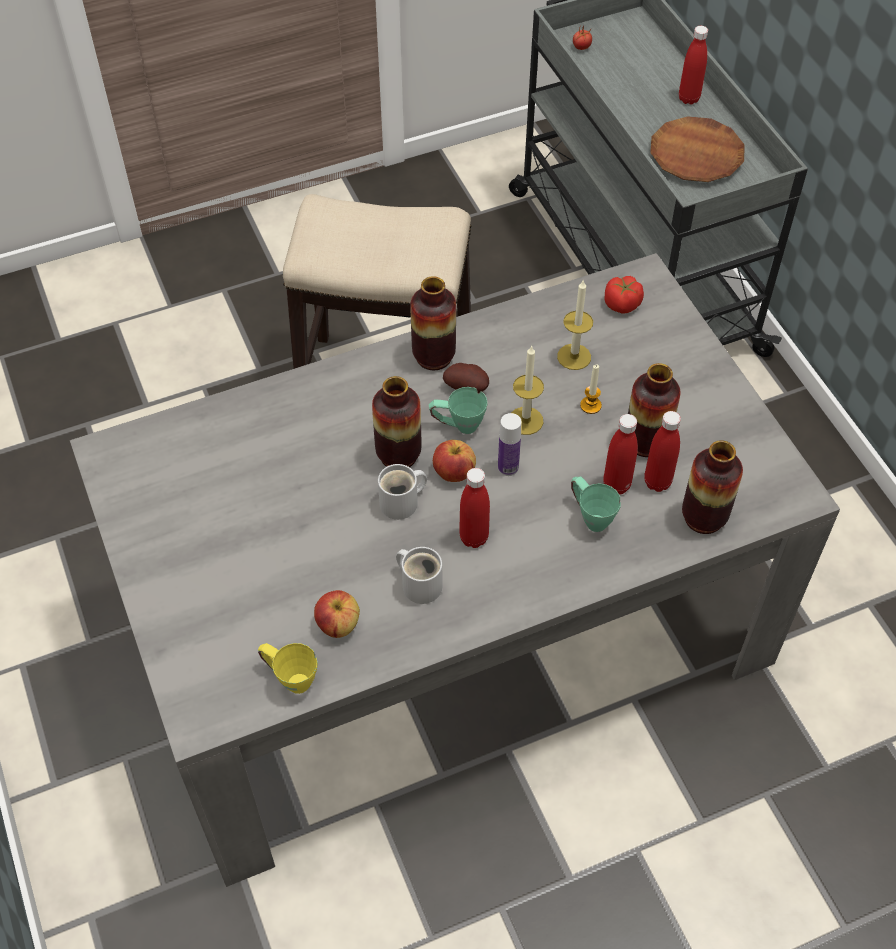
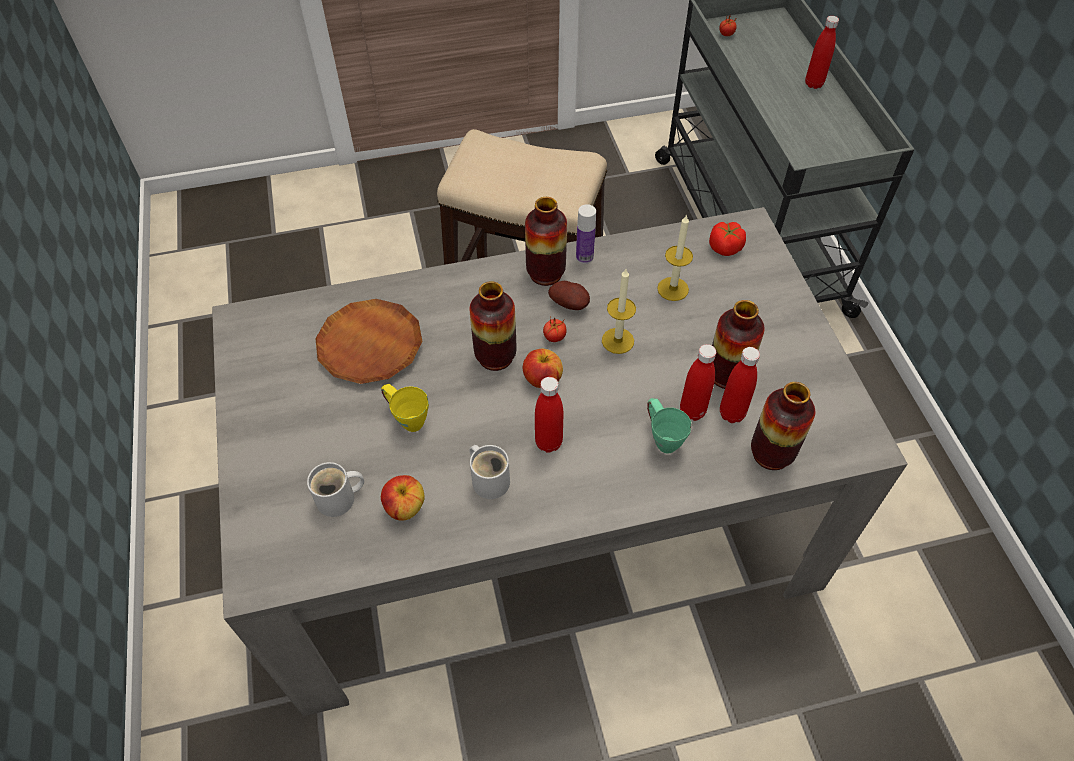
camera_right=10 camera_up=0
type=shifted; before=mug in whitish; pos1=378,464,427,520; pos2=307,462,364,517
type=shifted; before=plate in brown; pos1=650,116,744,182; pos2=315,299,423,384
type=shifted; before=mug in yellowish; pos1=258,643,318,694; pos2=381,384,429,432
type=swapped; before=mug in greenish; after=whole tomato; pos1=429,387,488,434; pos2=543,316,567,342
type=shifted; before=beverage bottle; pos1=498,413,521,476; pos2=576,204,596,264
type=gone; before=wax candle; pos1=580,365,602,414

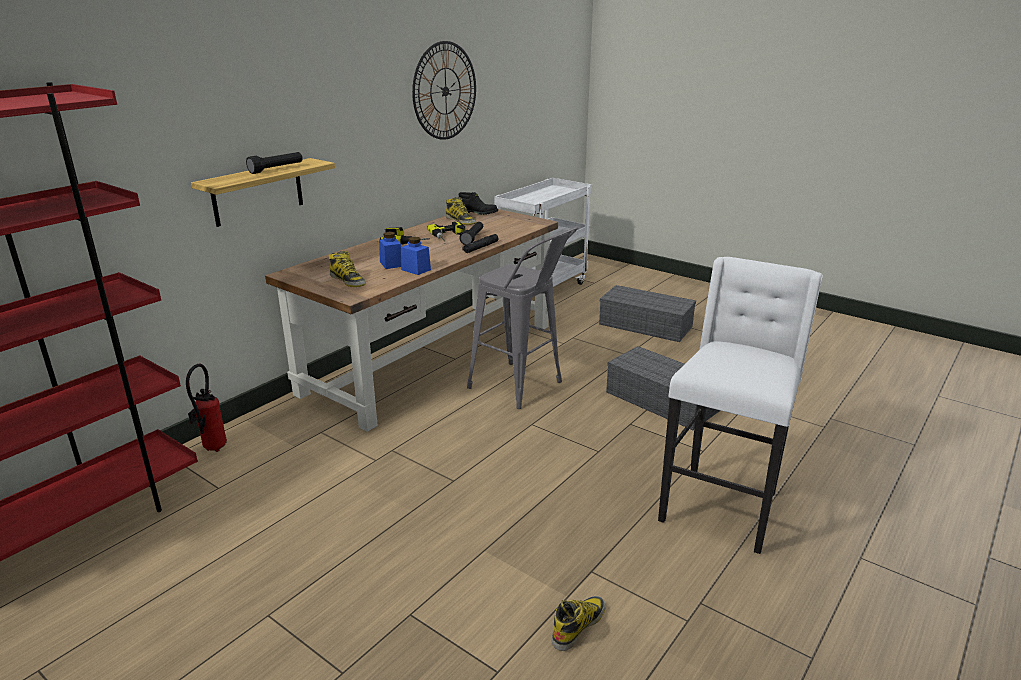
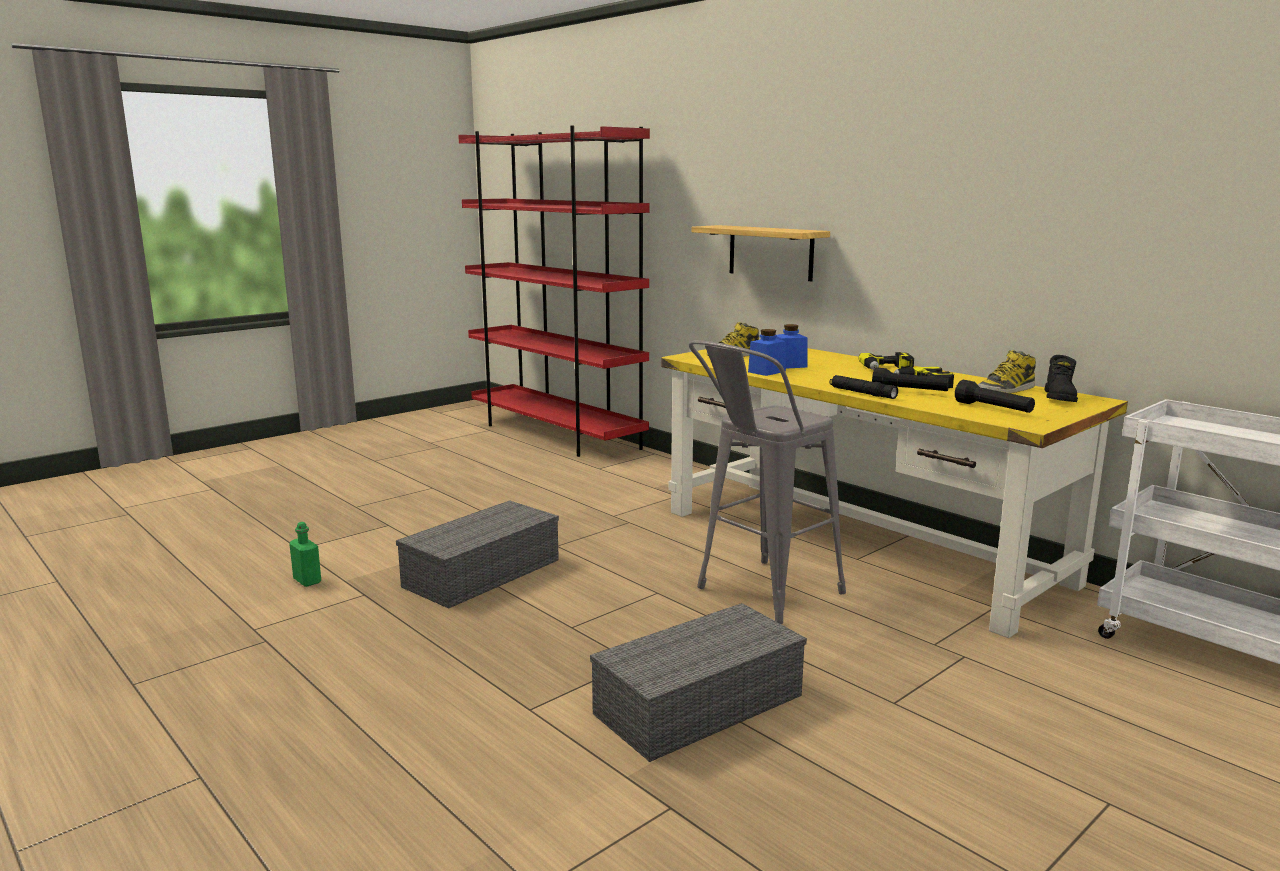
camera_right=100 camera_up=-10
type=swapped; before=high-top boot; after=beverage bottle in greenish; pos1=552,596,606,651; pos2=289,522,321,587
type=shifted; before=storage box in gray; pos1=599,285,696,342; pos2=396,500,559,609
type=repainted; before=desk unit in brown; after=desk unit in yellowish; pos1=265,209,558,432; pos2=661,348,1128,638
type=shifted; before=torch in black; pos1=246,152,303,174; pos2=955,380,1035,413
type=gone; before=fire-fighting cylinder; pos1=186,364,227,452
type=gone; before=wall clock; pos1=412,41,476,140
type=gone; before=sitting stool in whitish; pos1=658,257,823,554

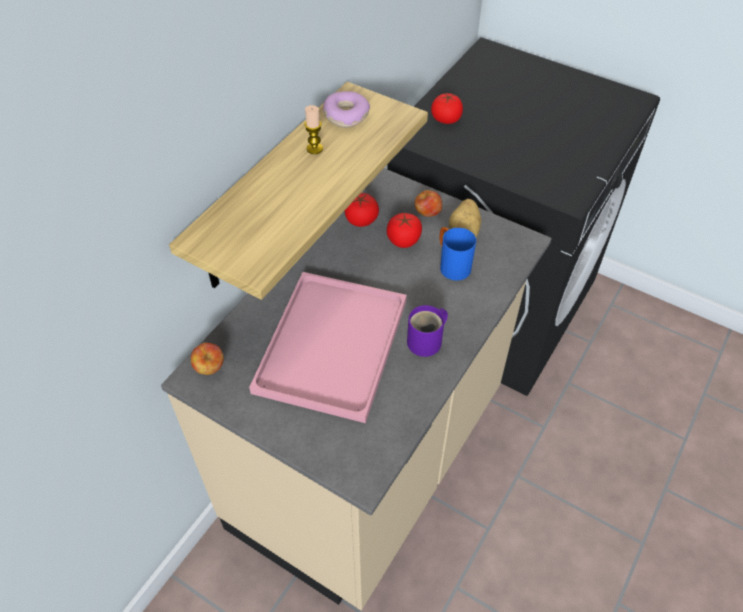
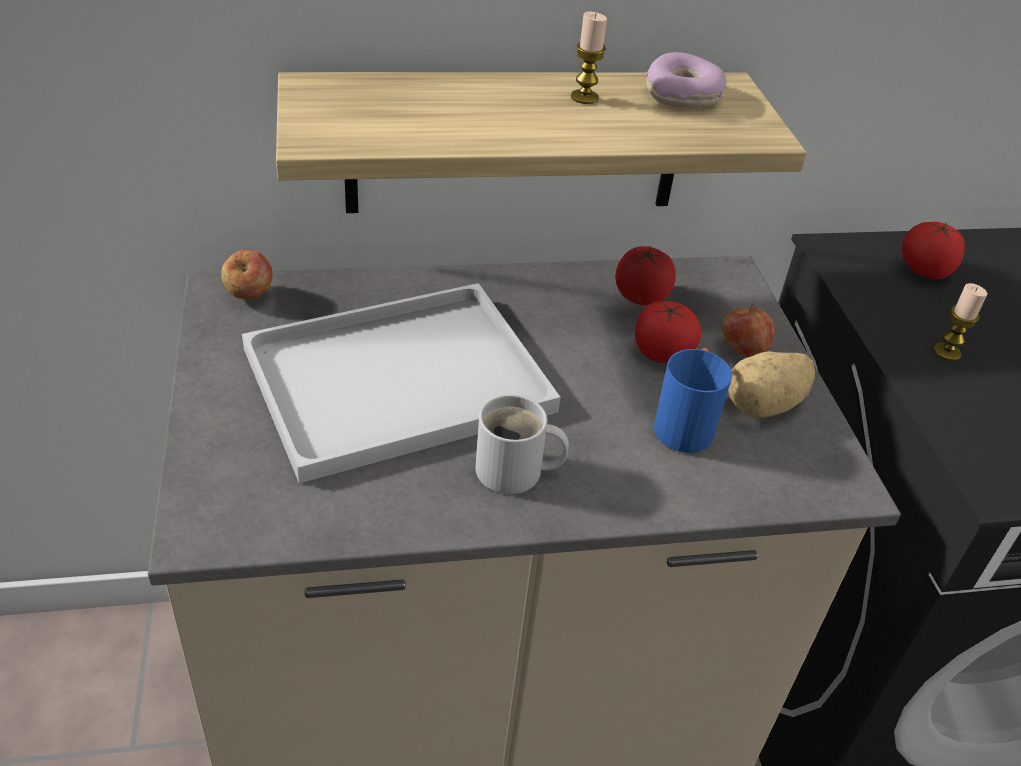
camera_right=45 camera_up=-10
type=repainted; before=carrying tray in pink-coloured; after=carrying tray in whitish; pos1=249,272,407,423; pos2=242,283,561,483
type=repainted; before=mug in purplish; after=mug in whitish; pos1=407,305,448,357; pos2=475,394,569,494
type=new; after=wax candle; pos2=933,283,987,361

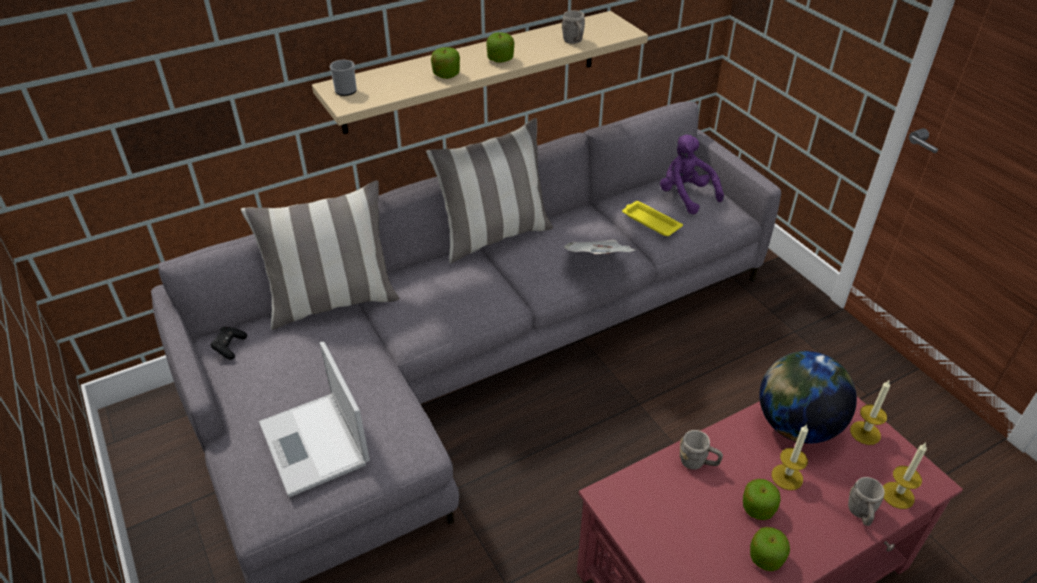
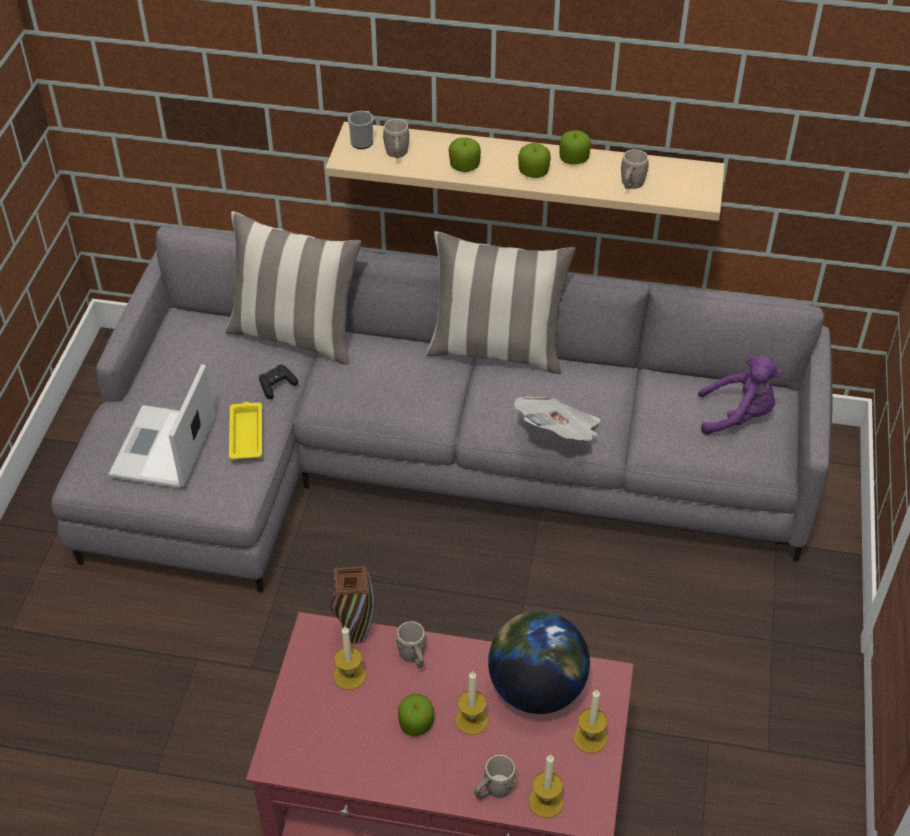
camera_right=40 camera_up=5
type=shifted; before=carrying tray in yellowish; pos1=622,201,683,236; pos2=229,402,262,459
type=shifted; before=joypad in black; pos1=211,326,247,360; pos2=259,364,298,399
type=new; after=flower vase in brown; pos2=331,566,375,644
type=new; after=wax candle; pos2=334,626,366,690
type=new; after=mug in gray; pos2=383,119,410,158
type=shifted; before=apple; pos1=750,527,790,571; pos2=559,130,591,164
type=rotated; before=cuddly toy in purplish; pos1=660,135,724,214; pos2=698,356,782,435; turn=90

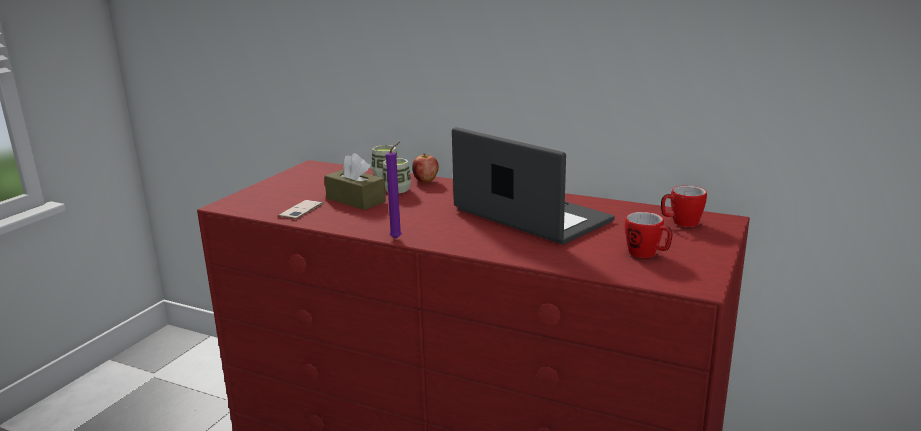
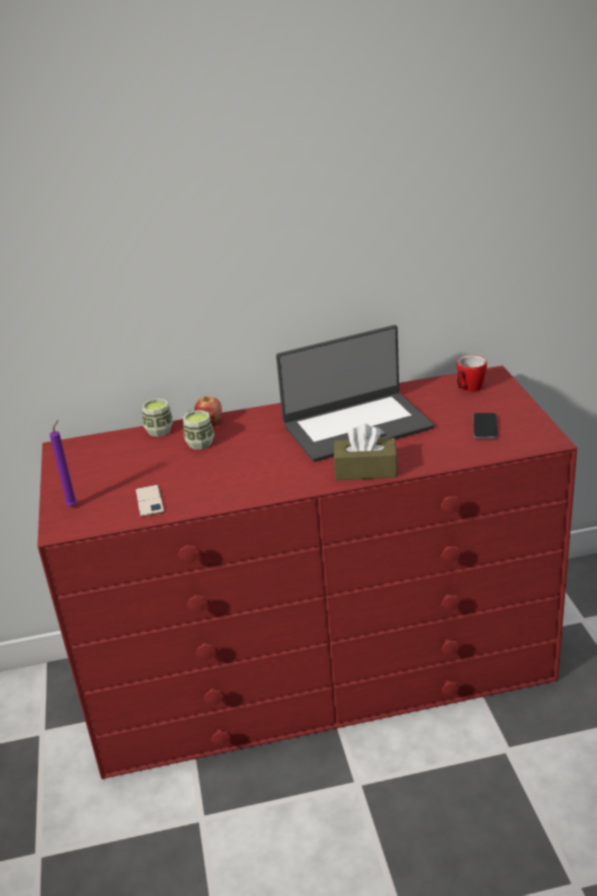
camera_right=-35 camera_up=10
type=shifted; before=wax candle in purplish; pos1=386,142,402,239; pos2=50,420,77,507
type=rotated; before=laptop; pos1=452,127,615,244; pos2=276,325,434,462; turn=150
type=shifted; before=tissue box in brown; pos1=324,153,386,210; pos2=334,424,398,480
type=swapped; before=mug; after=handset; pos1=624,212,673,258; pos2=473,413,498,439

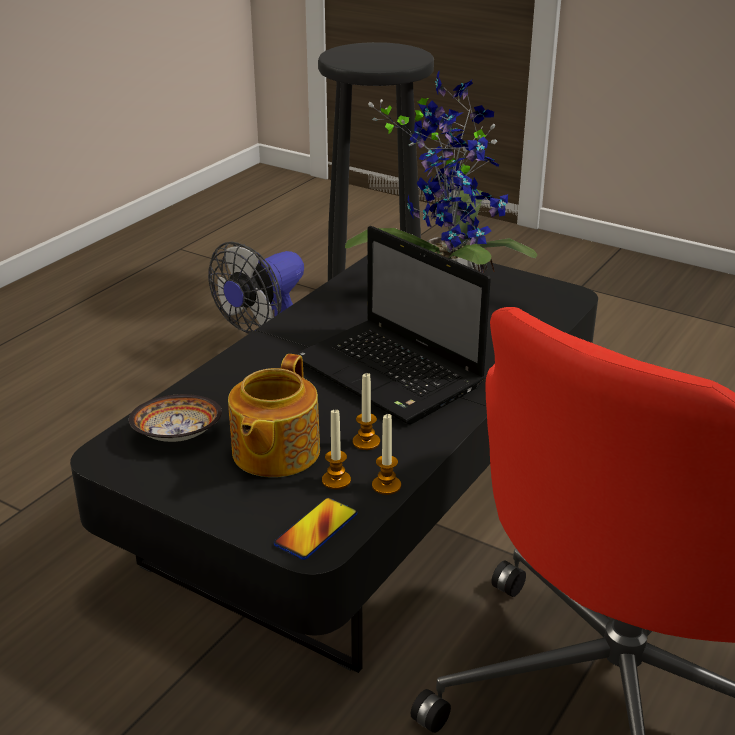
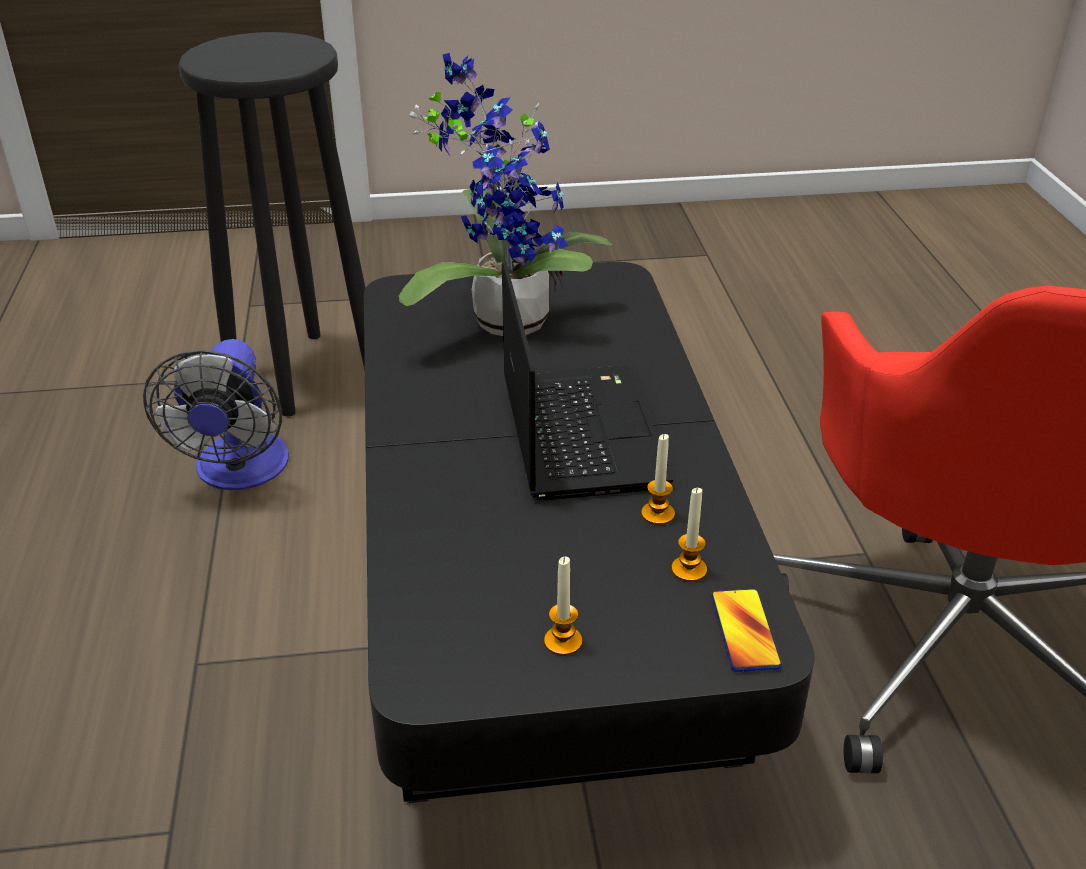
camera_right=-40 camera_up=5
type=rotated; before=laptop; pos1=295,226,491,424; pos2=502,261,673,500; turn=-105
type=shifted; before=wax candle; pos1=372,413,401,495; pos2=544,557,582,656
type=gone; before=bowl; pos1=129,394,222,442
type=gone; before=teapot; pos1=228,354,320,477

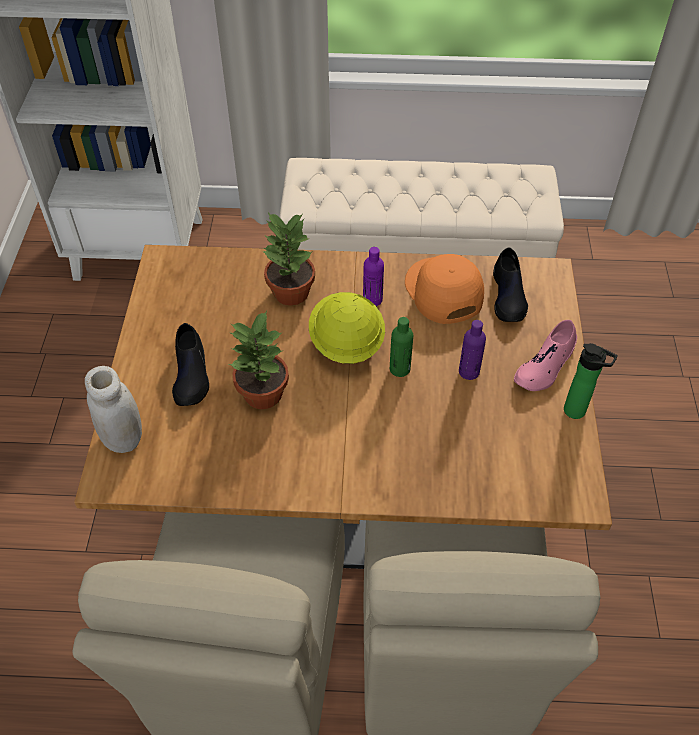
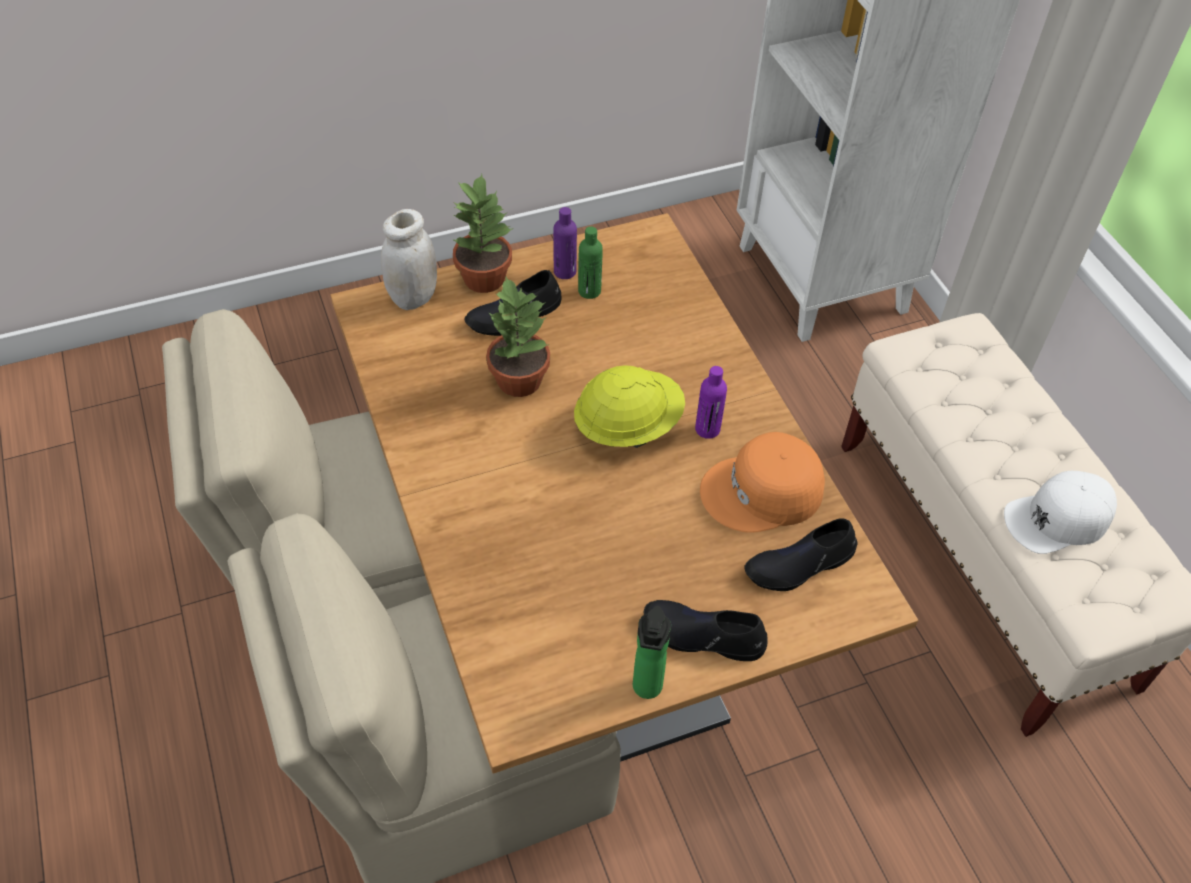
camera_right=65 camera_up=0
type=shifted; before=potted plant; pos1=262,213,315,306; pos2=452,174,514,293
type=shifted; before=beverage bottle in purplish; pos1=459,320,486,380; pos2=553,207,577,279
type=shifted; before=beverage bottle in greenish; pos1=390,317,413,377; pos2=578,226,603,299
type=repainted; before=shoe in pink-coloured; after=shoe in black; pos1=514,319,577,391; pos2=644,600,767,661
type=rotated; before=peaked cap in orange; pos1=405,254,484,324; pos2=700,432,825,533; turn=-150
type=new; after=peaked cap in whitish; pos2=1004,471,1117,554

